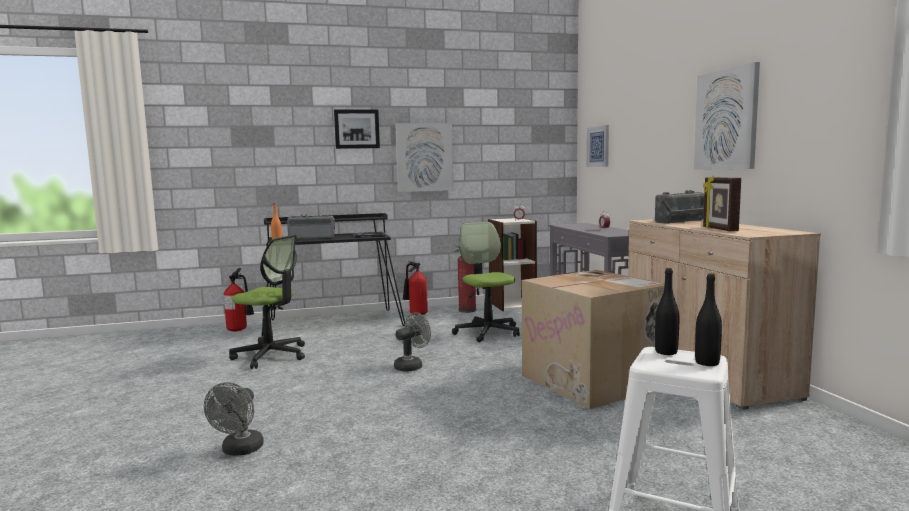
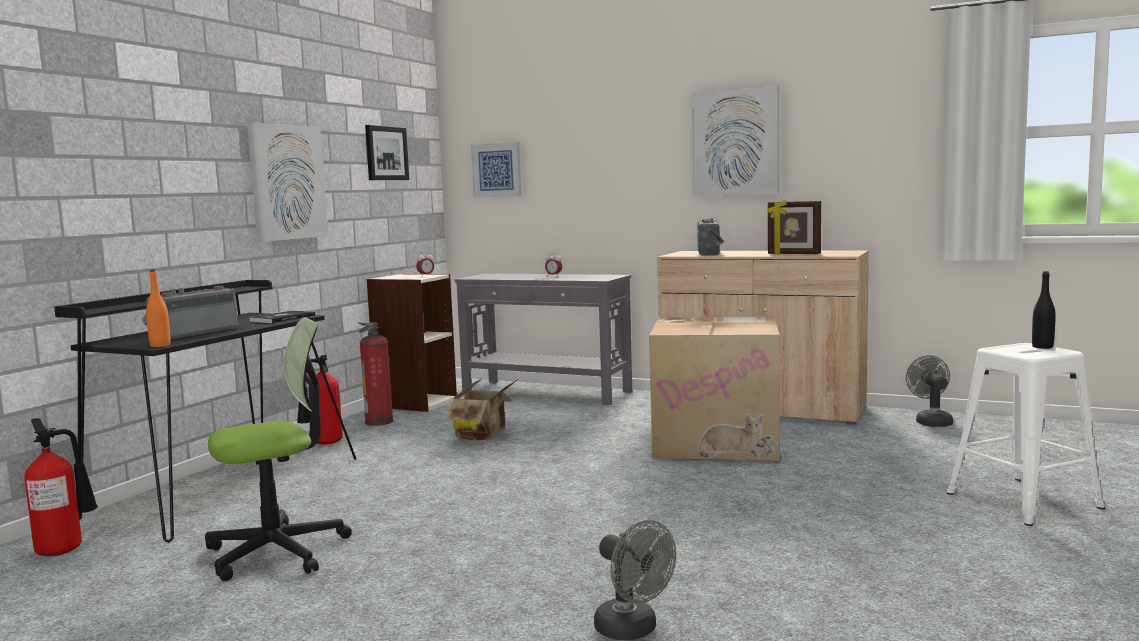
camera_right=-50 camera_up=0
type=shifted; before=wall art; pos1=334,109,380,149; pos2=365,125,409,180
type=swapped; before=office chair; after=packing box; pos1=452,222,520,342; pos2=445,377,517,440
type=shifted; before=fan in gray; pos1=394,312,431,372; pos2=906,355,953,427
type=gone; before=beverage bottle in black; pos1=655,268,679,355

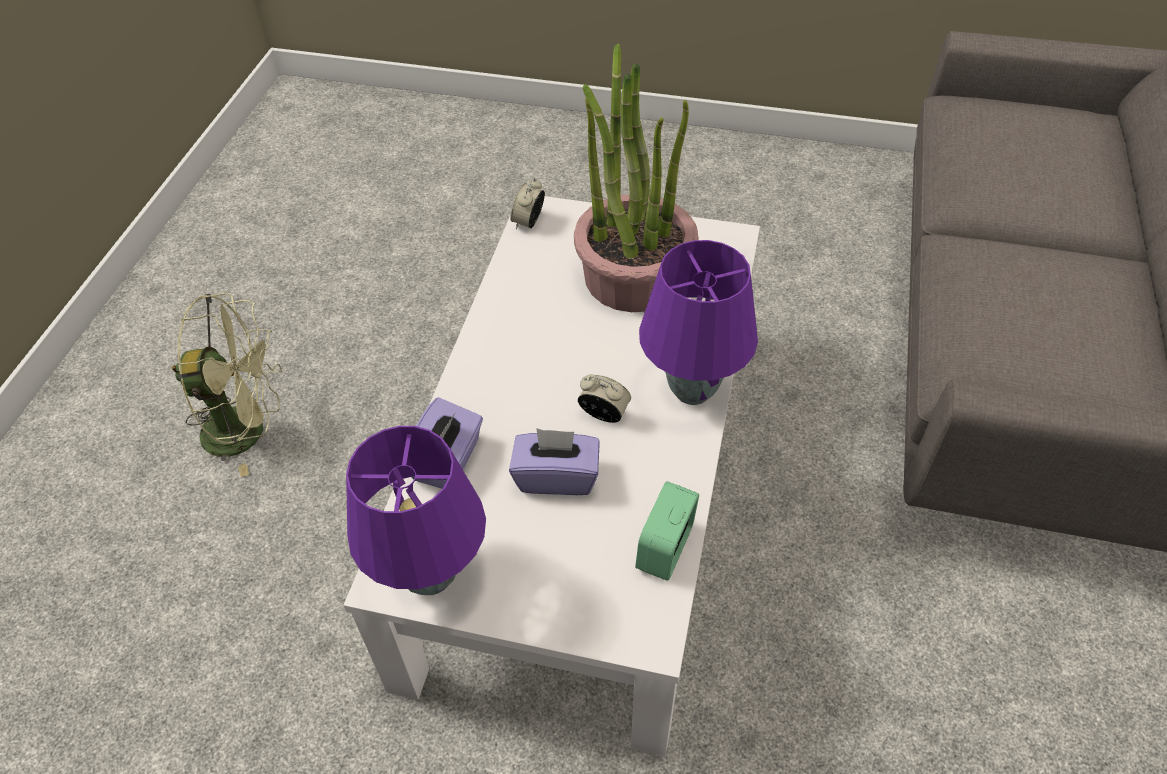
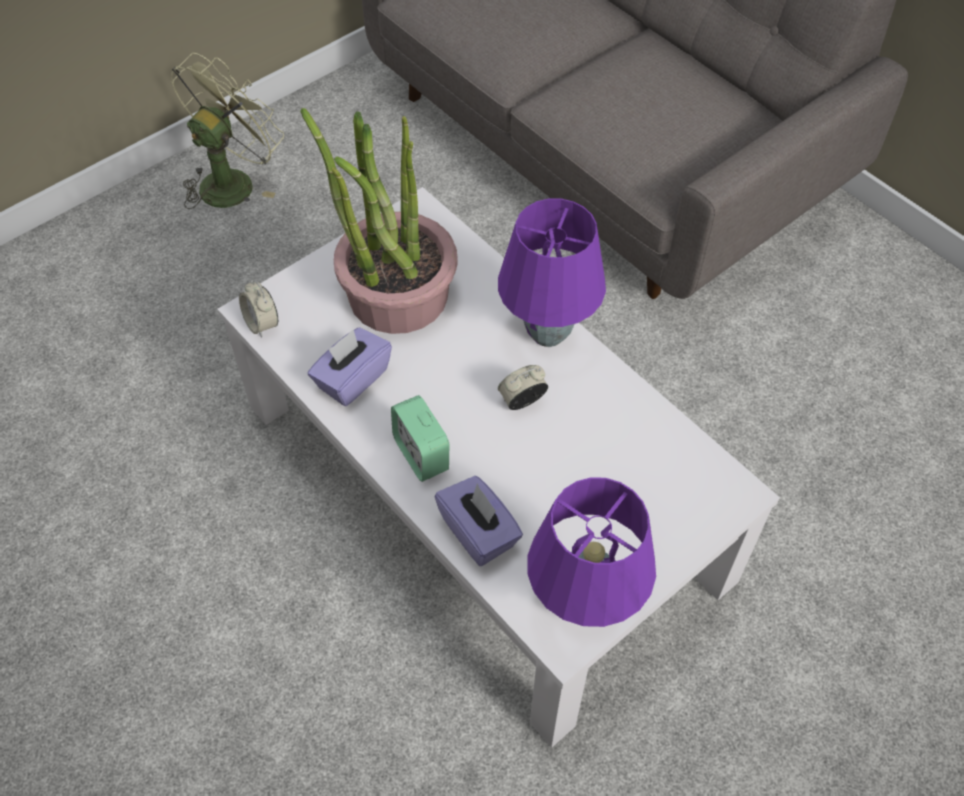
camera_right=-55 camera_up=5
type=shifted; before=fan in greenish; pos1=172,293,282,477; pos2=171,53,284,209
type=shifted; before=tissue box in purplish; pos1=509,428,600,495; pos2=307,327,392,406
type=shifted; before=table clock; pos1=635,481,699,581; pos2=391,395,449,482

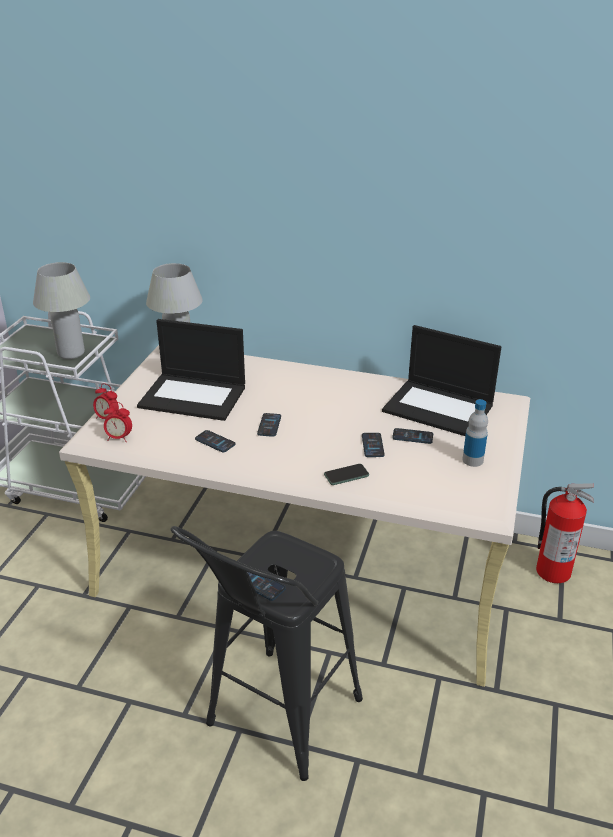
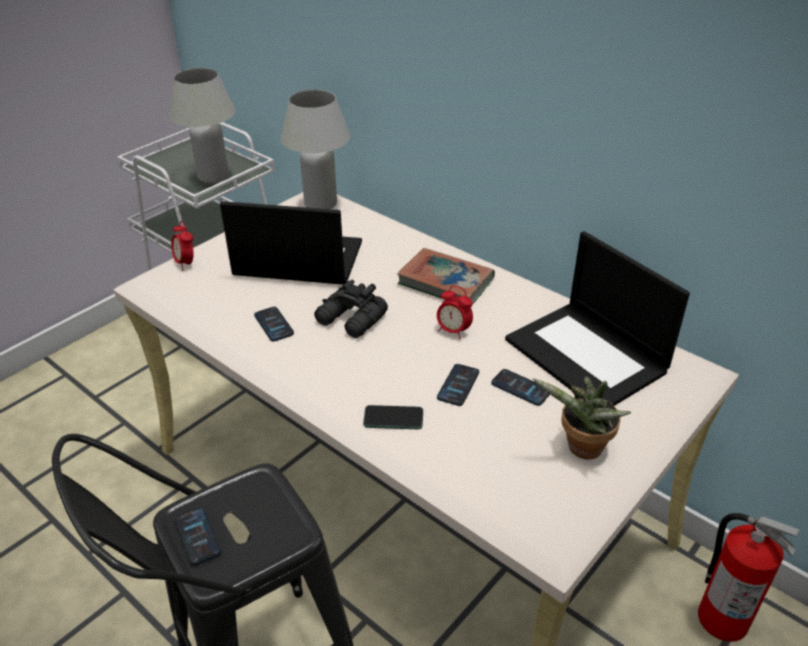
camera_right=25 camera_up=5
type=rotated; before=laptop; pos1=137,319,245,421; pos2=220,201,362,285; turn=150
type=swapped; before=handset; after=pair of binoculars in black; pos1=257,413,281,437; pos2=314,280,388,338
type=new; after=book; pos2=397,248,495,304
type=shifted; before=table clock; pos1=104,402,132,442; pos2=437,285,473,339
type=swapped; before=beverage bottle; after=potted plant; pos1=462,399,488,467; pos2=533,377,631,460

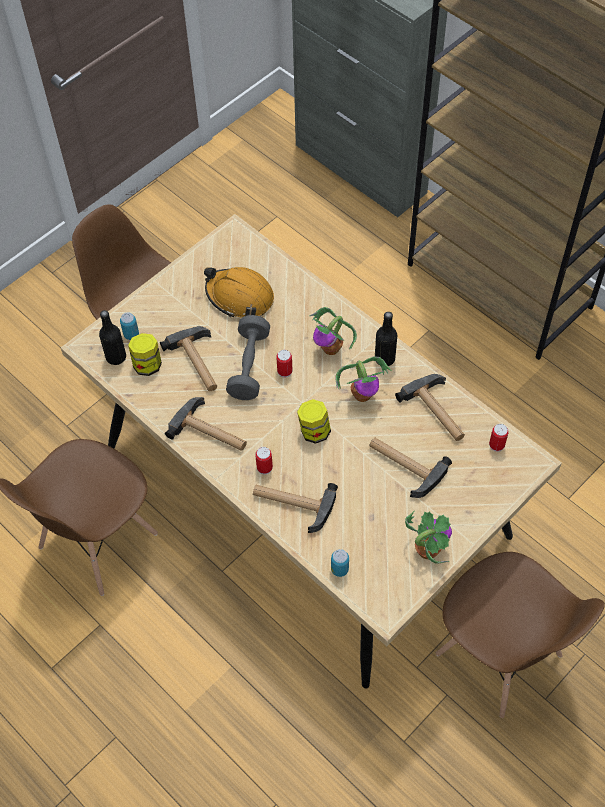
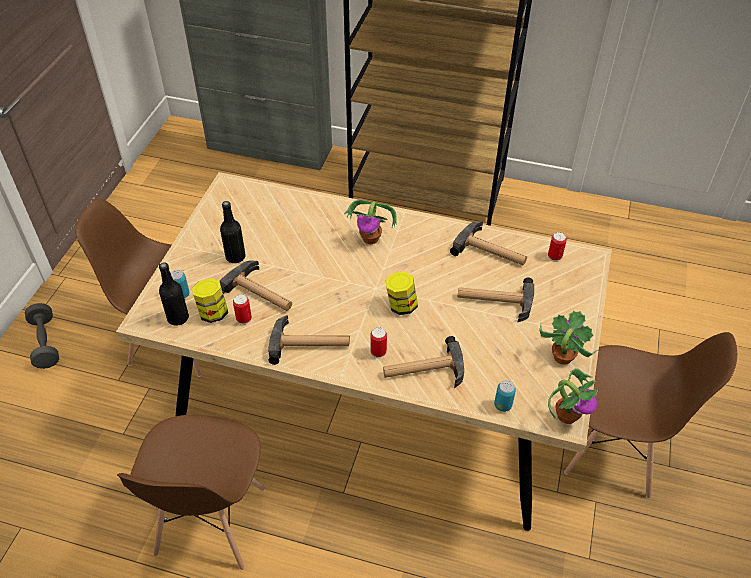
camera_right=-30 camera_up=-10
type=shifted; before=free weight in gray; pos1=226,315,270,400; pos2=25,303,59,369
type=shifted; before=beverage bottle in black; pos1=375,312,397,366; pos2=220,201,246,263
type=shifted; before=sealed can; pos1=276,350,293,378; pos2=233,294,252,325
type=shifted; before=potted plant; pos1=335,357,392,402; pos2=548,368,598,424
type=gone; before=work helmet in orange; pos1=204,267,274,318

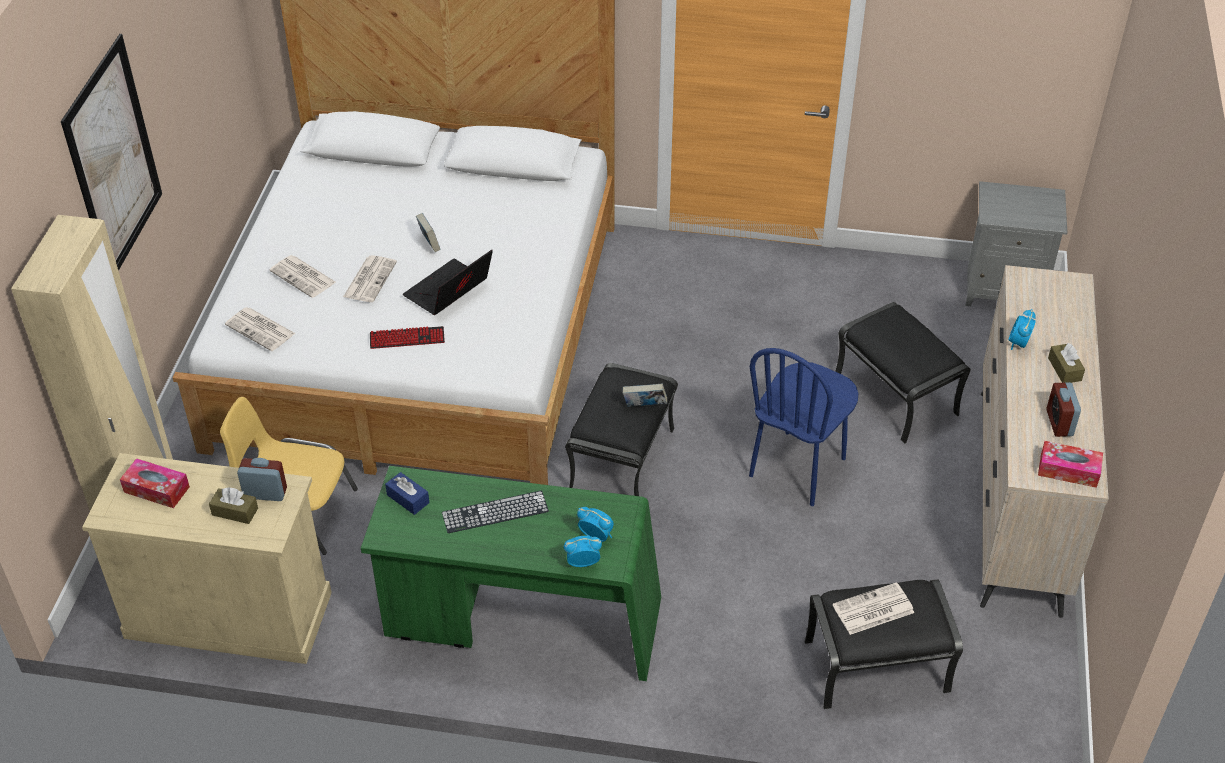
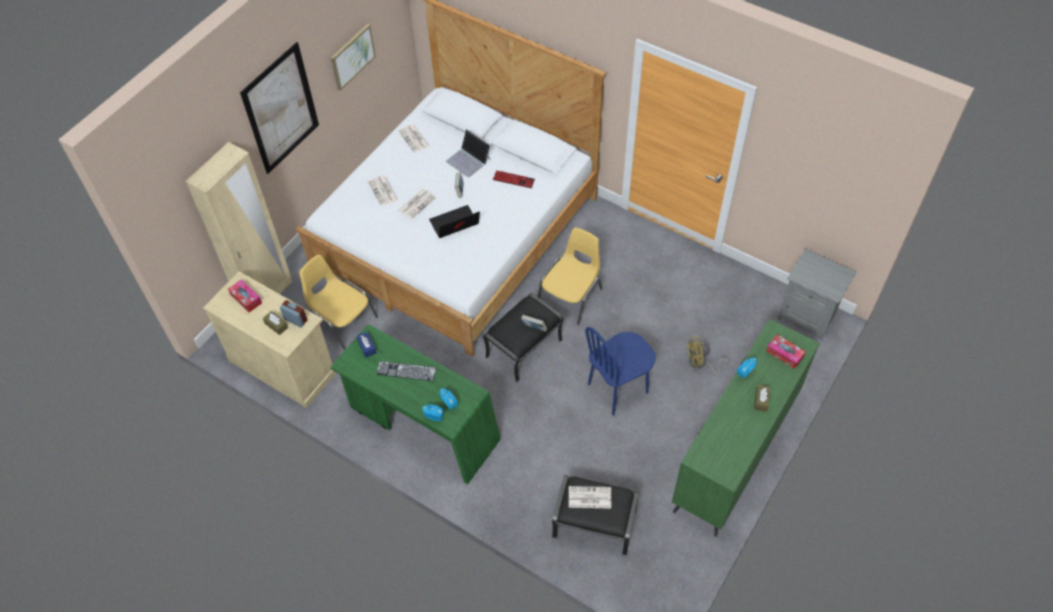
camera_right=25 camera_up=10
type=new; after=wall art; pos2=331,23,376,91
type=shifted; before=daily paper; pos1=225,307,296,351; pos2=398,124,429,153
type=new; after=laptop; pos2=446,129,491,177
type=shifted; before=keyboard; pos1=370,326,445,349; pos2=493,170,535,188
type=new; after=plain chair in yellowish; pos2=538,228,603,325
type=repainted; before=dresser in beige-coloured; after=dresser in greenish; pos1=980,265,1109,618; pos2=672,319,820,537
type=swapped; before=footrest in black; after=fan in yellowish; pos1=835,302,970,444; pos2=686,336,730,374
type=shifted; before=tissue box; pos1=1038,441,1103,488; pos2=766,334,806,369
type=gone; before=table clock; pos1=1047,382,1081,437

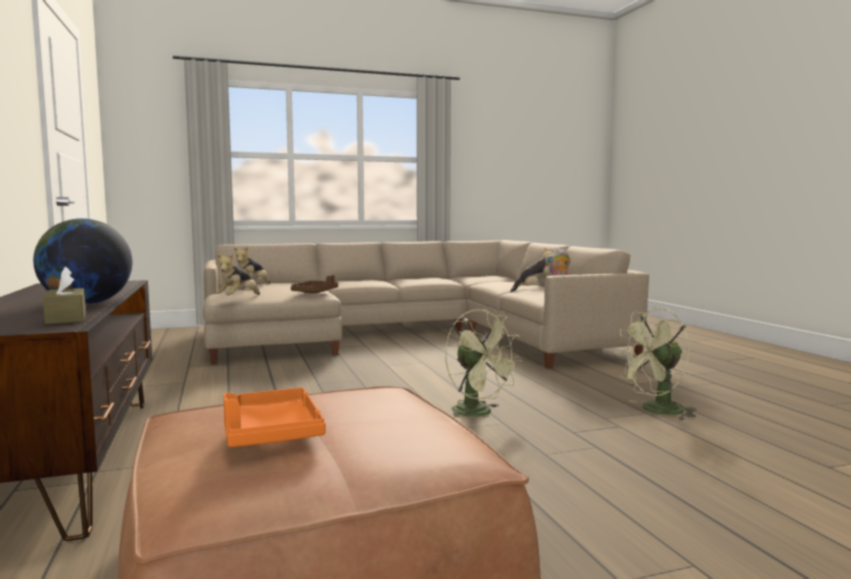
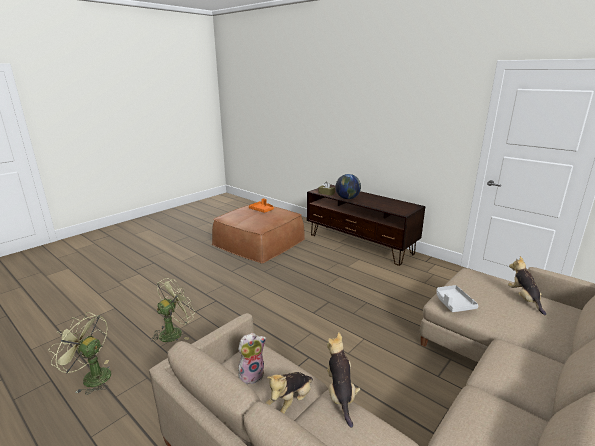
camera_right=150 camera_up=15
type=shifted; before=fan in greenish; pos1=445,309,522,421; pos2=48,312,111,395
type=shifted; before=cuddly toy; pos1=216,252,260,295; pos2=327,332,360,428
type=repainted; before=carrying tray in brown; after=carrying tray in gray; pos1=291,275,338,293; pos2=436,285,479,312

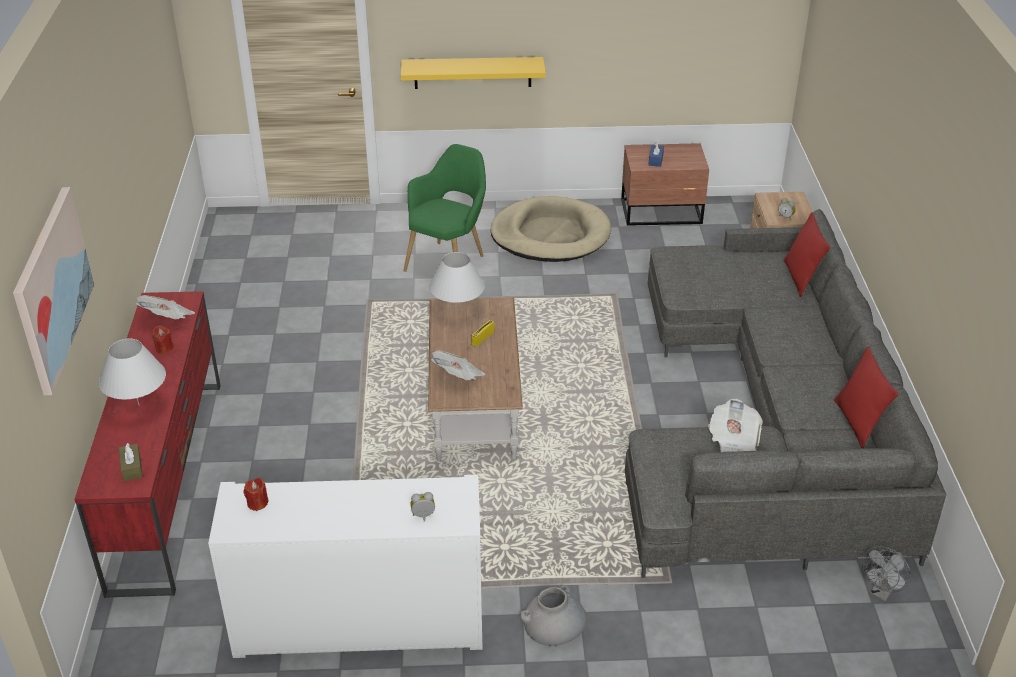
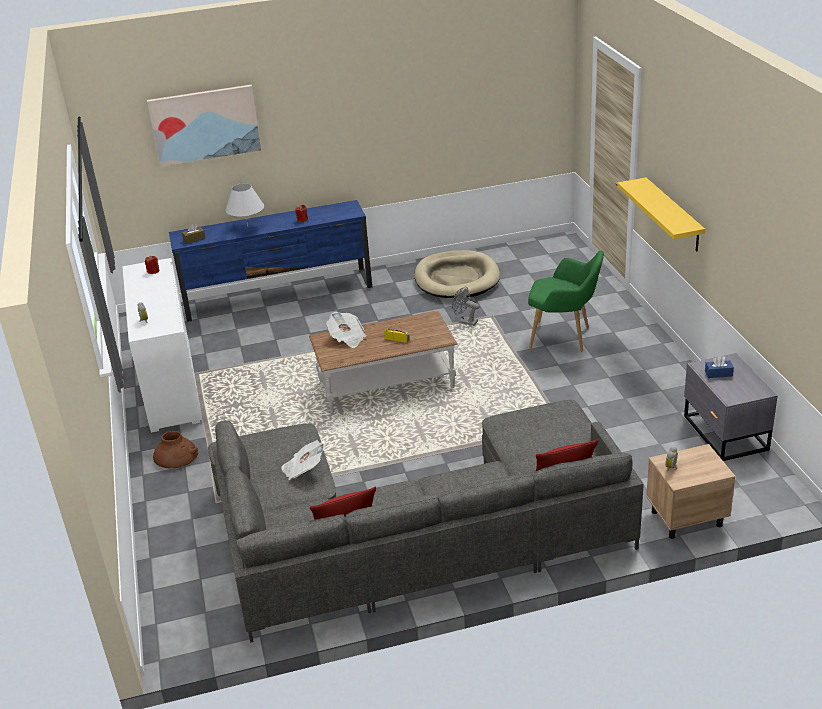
camera_right=80 camera_up=-5
type=repainted; before=flower vase in gray; after=flower vase in brown; pos1=520,585,587,646; pos2=153,431,198,469
type=repainted; before=tv stand in red-coloured; after=tv stand in bluish; pos1=74,291,221,598; pos2=169,200,372,322
type=shifted; before=dog cushion in beige-coloured; pos1=490,196,611,262; pos2=414,250,500,298
type=shifted; before=fan in gray; pos1=862,546,911,601; pos2=452,287,480,326
type=repainted; before=bedside table in brown; after=bedside table in gray; pos1=621,143,709,226; pos2=684,353,778,461
type=gone; before=daily paper; pos1=135,295,195,320
type=gone; before=table lamp in whitish; pos1=429,252,485,311

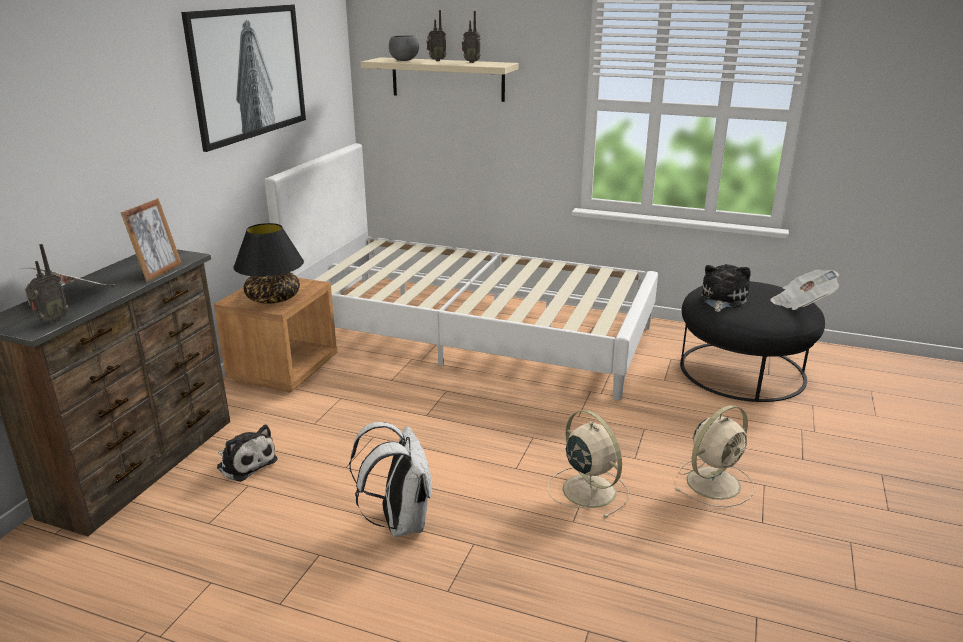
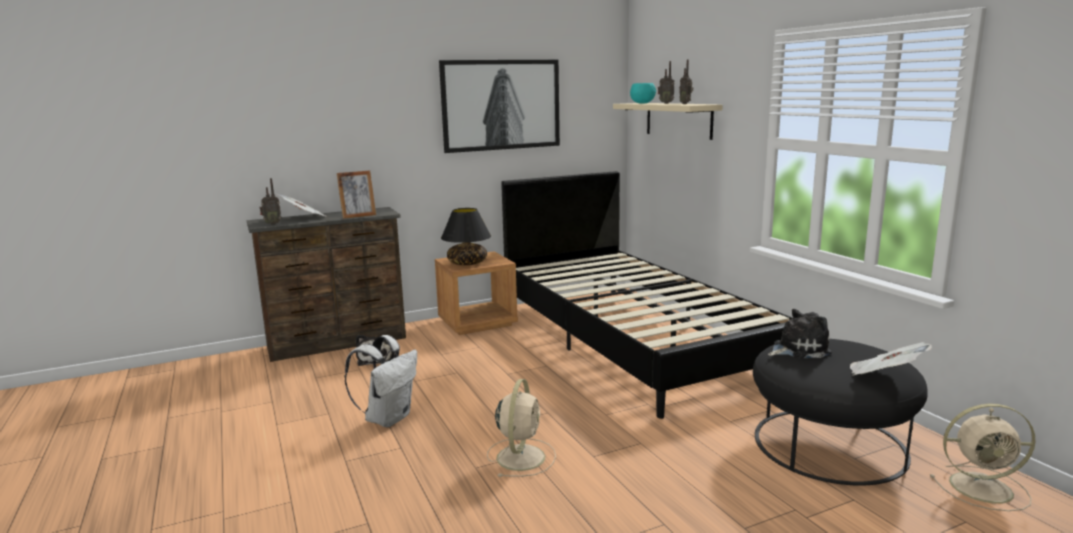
camera_right=45 camera_up=-10
type=repainted; before=bedroom bed in whitish; after=bedroom bed in black; pos1=265,143,658,400; pos2=501,171,793,419
type=repainted; before=bowl in gray; after=bowl in turquoise-coloured; pos1=389,35,419,61; pos2=630,83,656,104
type=shifted; before=fan in beige-coloured; pos1=676,405,755,507; pos2=930,404,1036,511

